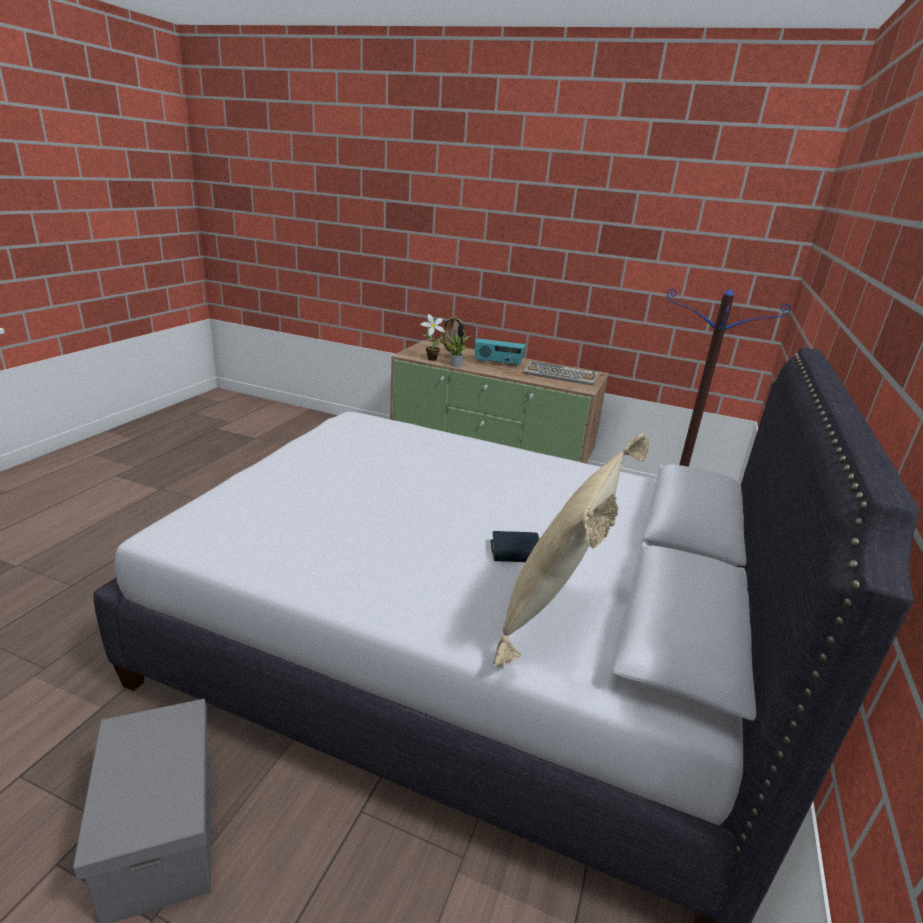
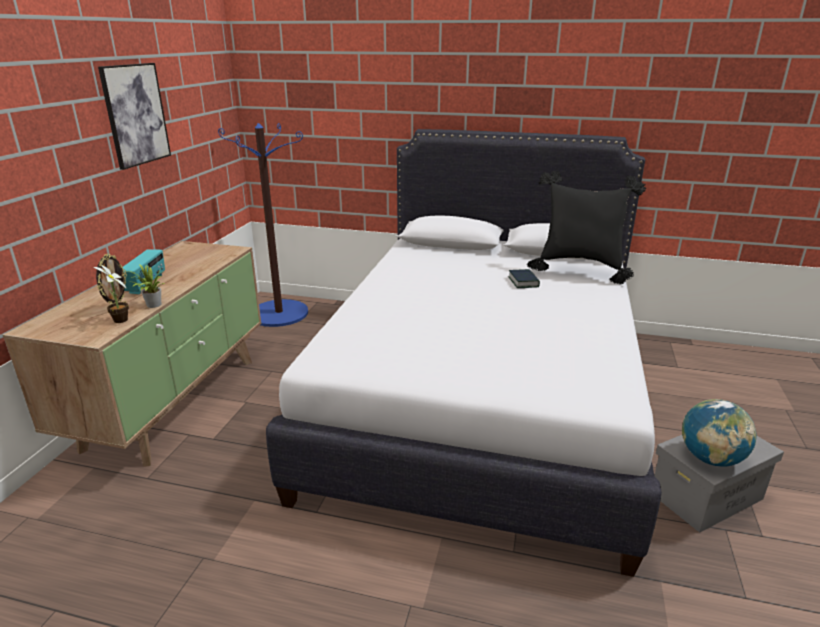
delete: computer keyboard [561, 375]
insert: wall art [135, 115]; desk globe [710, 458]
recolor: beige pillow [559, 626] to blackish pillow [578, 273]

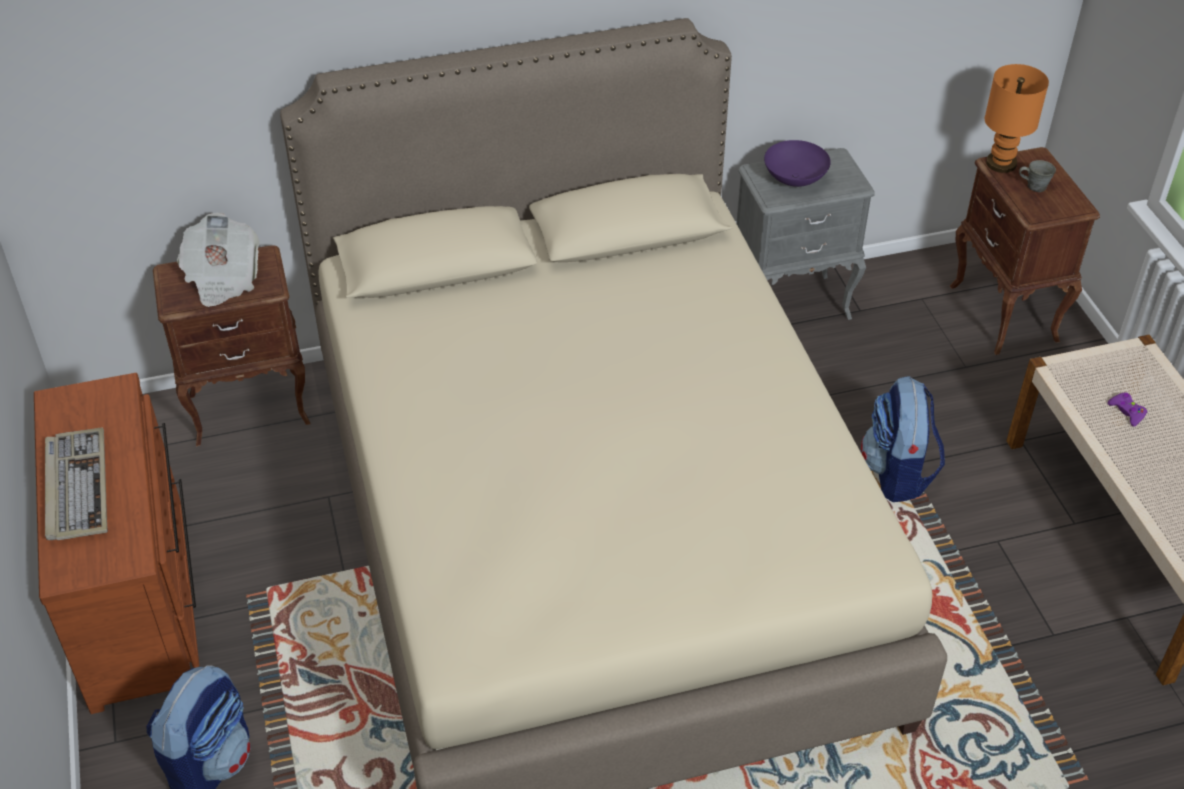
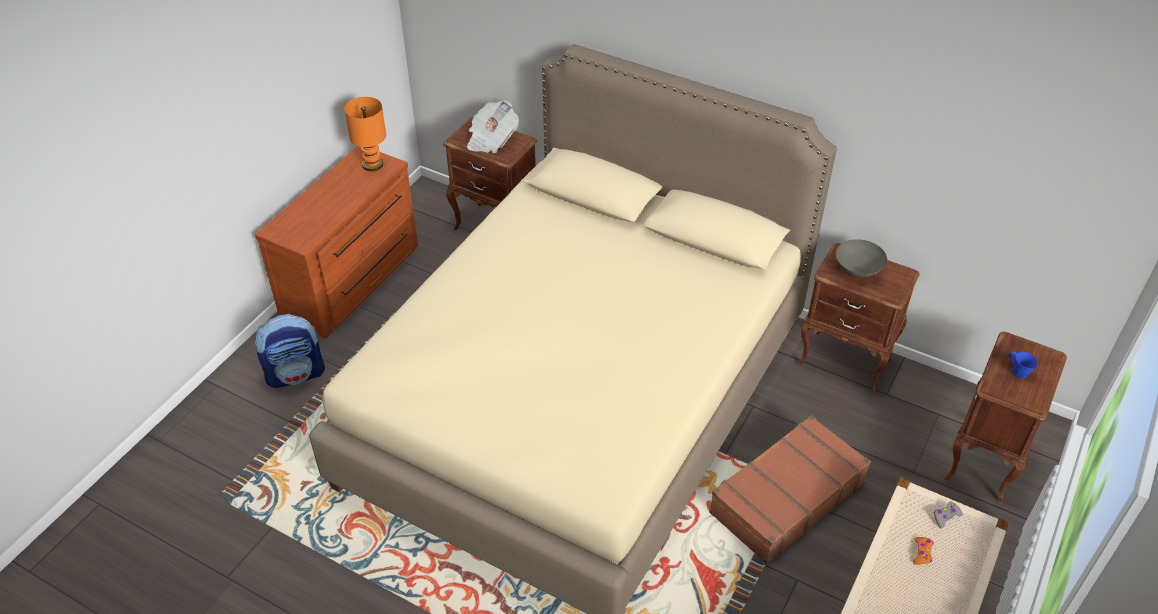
delete: computer keyboard [76, 487]
insert: gray joypad [945, 516]
move: orangey table lamp [1001, 164] to [372, 165]
replace: rucksack [897, 473] to brown-coloured suitcase [785, 497]
recolor: gray bedside table [790, 306] to brown-coloured bedside table [845, 362]; purplish serving bowl [794, 179] to gray serving bowl [857, 269]; gray mug [1035, 186] to blue-coloured mug [1019, 372]; purplish joypad [1127, 412] to orangey joypad [922, 553]

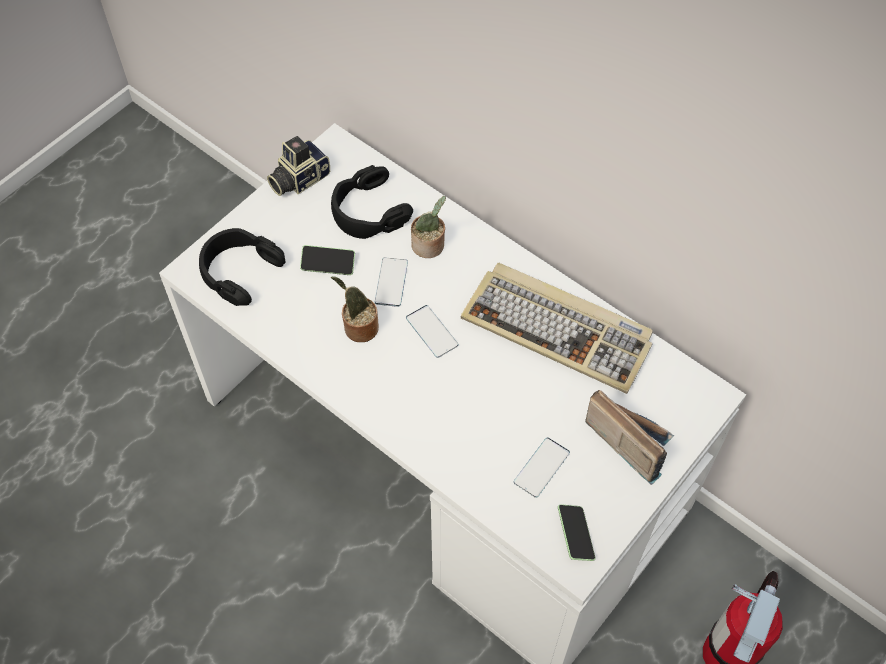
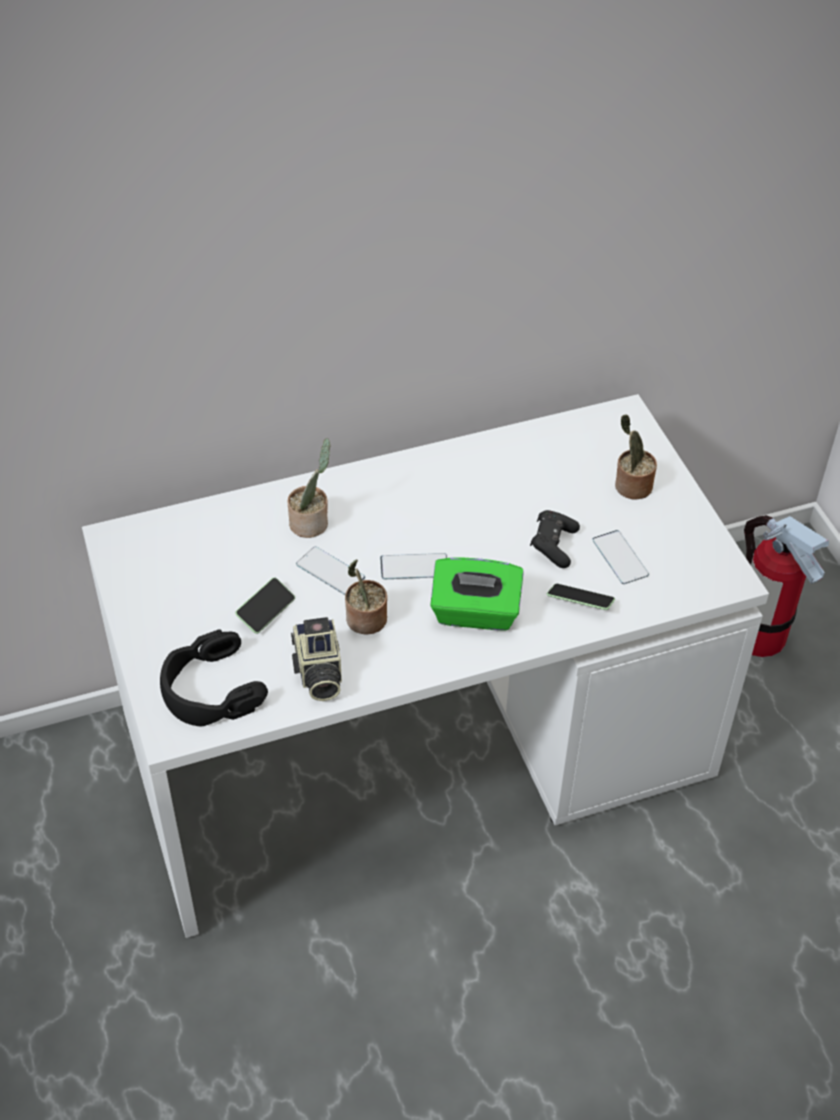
delete: blackish headset [368, 211]; computer keyboard [559, 329]
insert: greenish tissue box [475, 613]; blackish joypad [553, 545]
move: still camera [298, 179] to [317, 672]; handset [575, 535] to [580, 603]
replace: radio receiver [628, 439] to potted plant [630, 486]

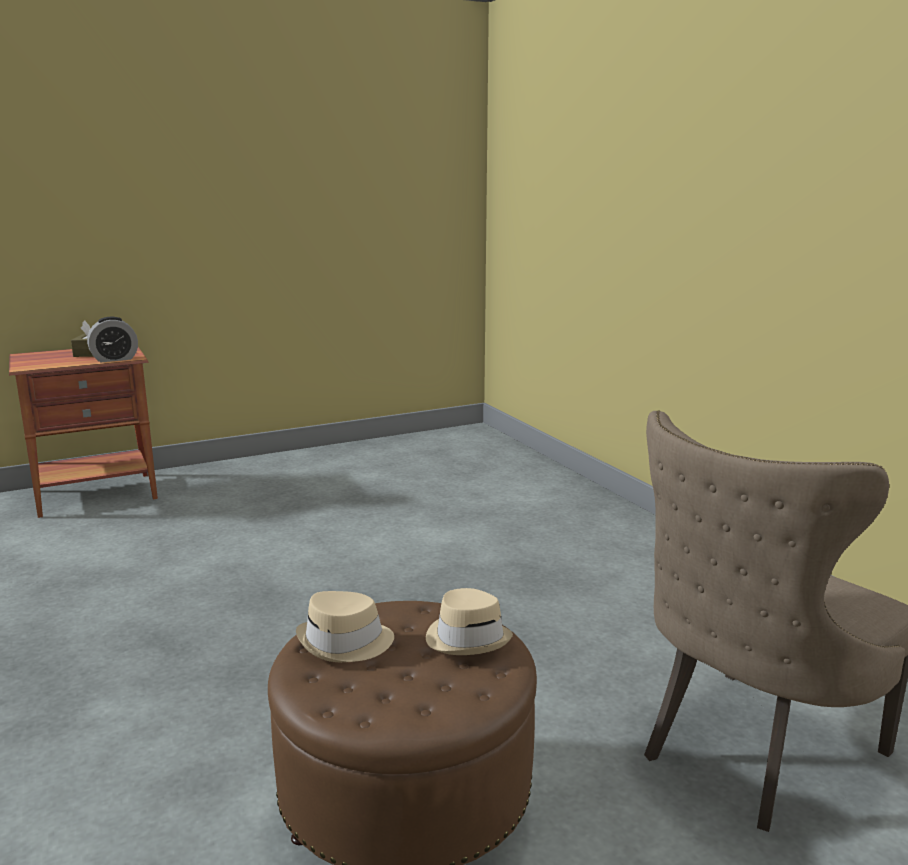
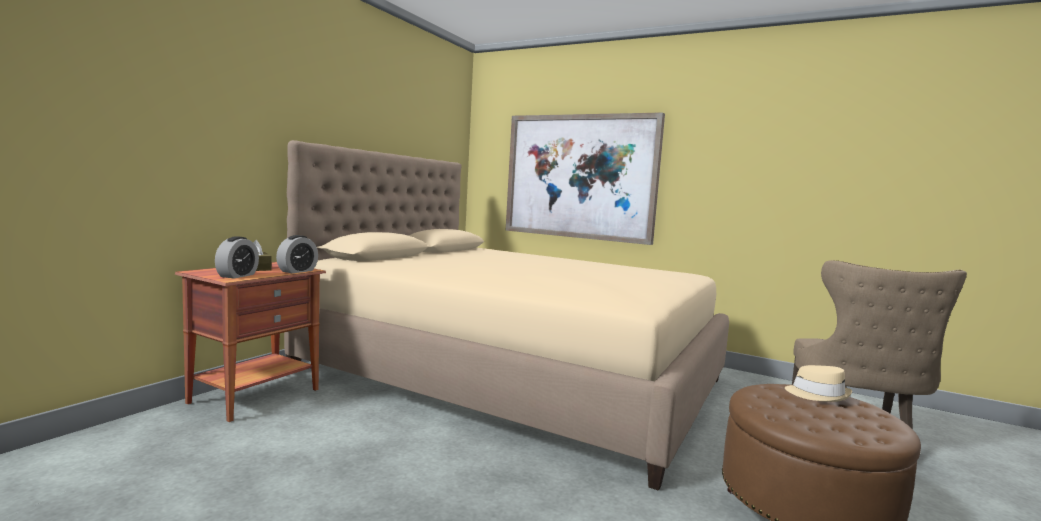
delete: beige clothing hat [345, 643]
insert: bedside clock [237, 275]; beige sleeping bed [512, 375]; wall art [580, 177]

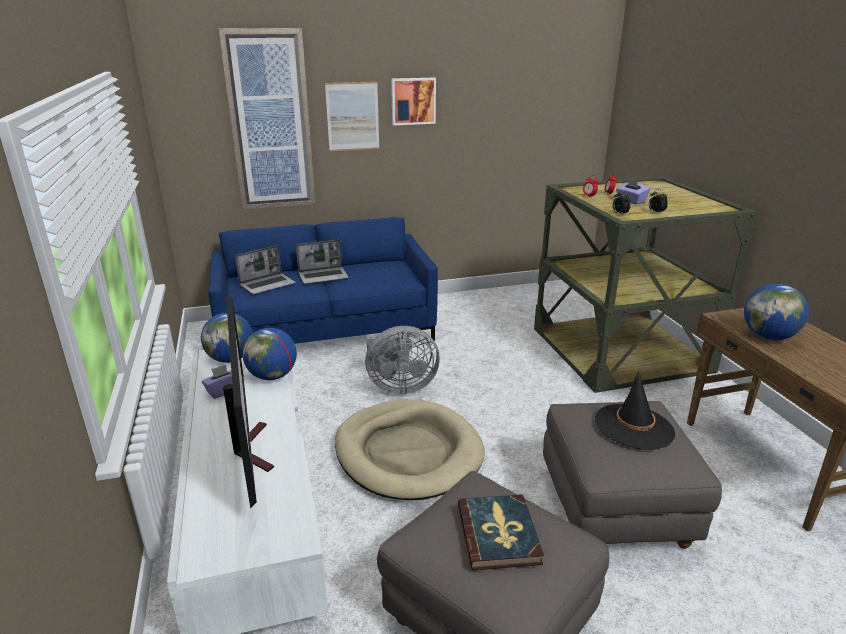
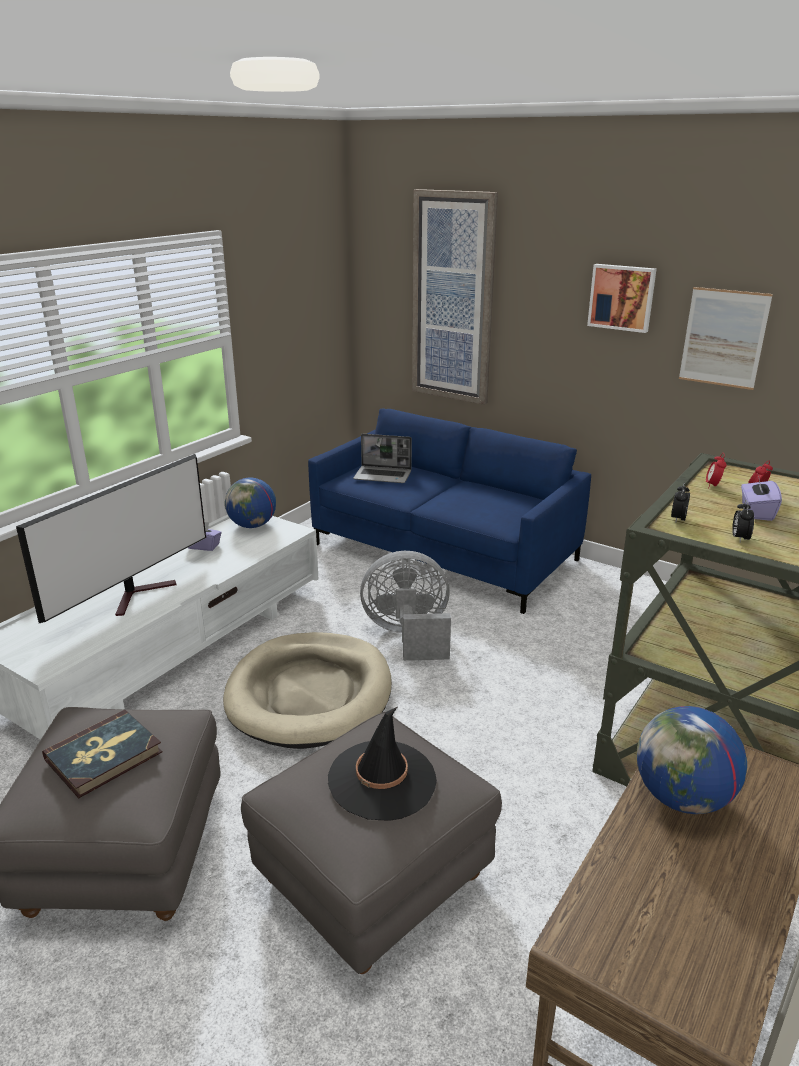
delete: desk globe [272, 376]; portable computer [324, 276]
move: wall art [352, 116] to [723, 338]
rotate: gray cooling fan [399, 386] = [408, 636] 135 degrees clockwise

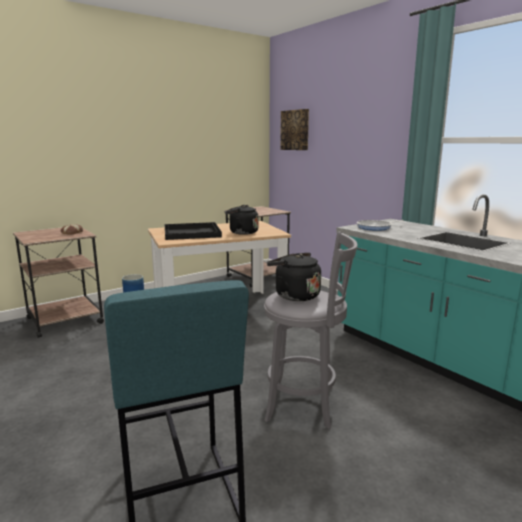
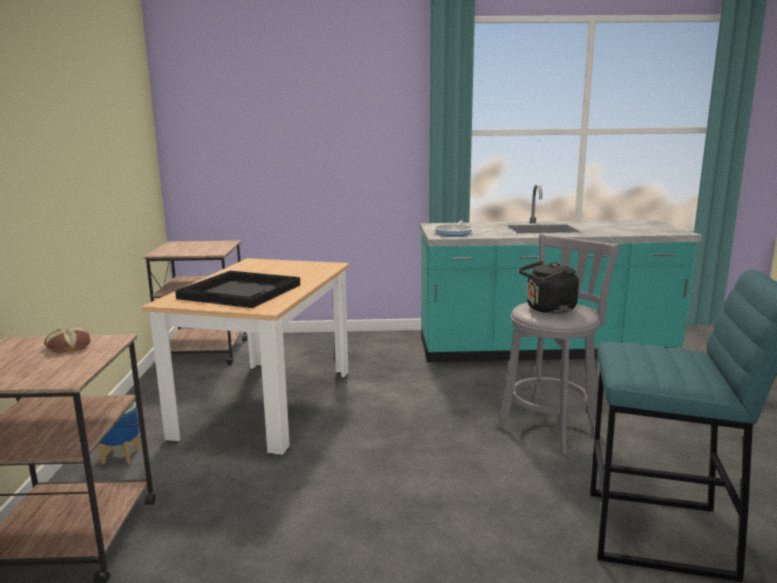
delete: blackish kettle [241, 232]; wall art [295, 130]

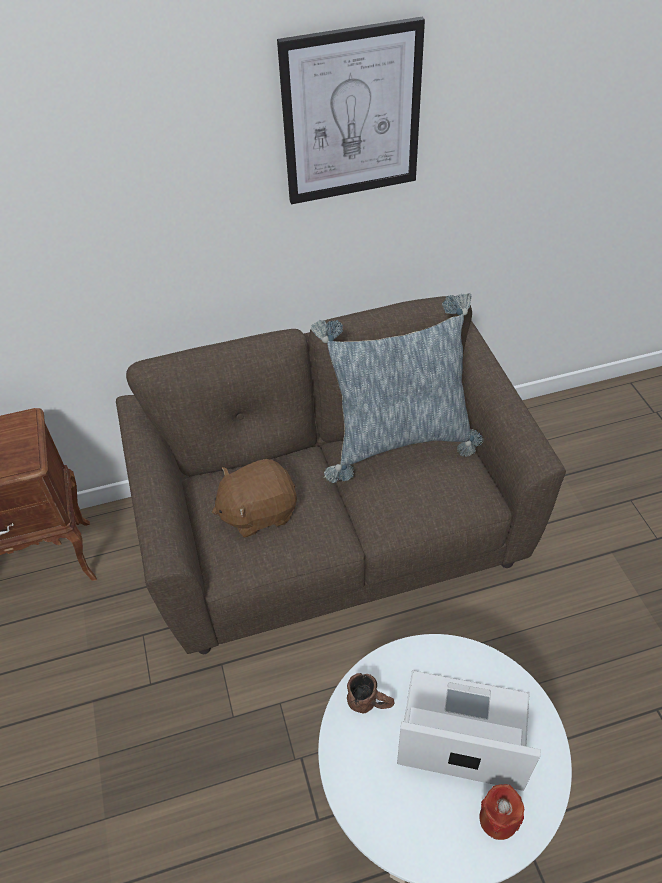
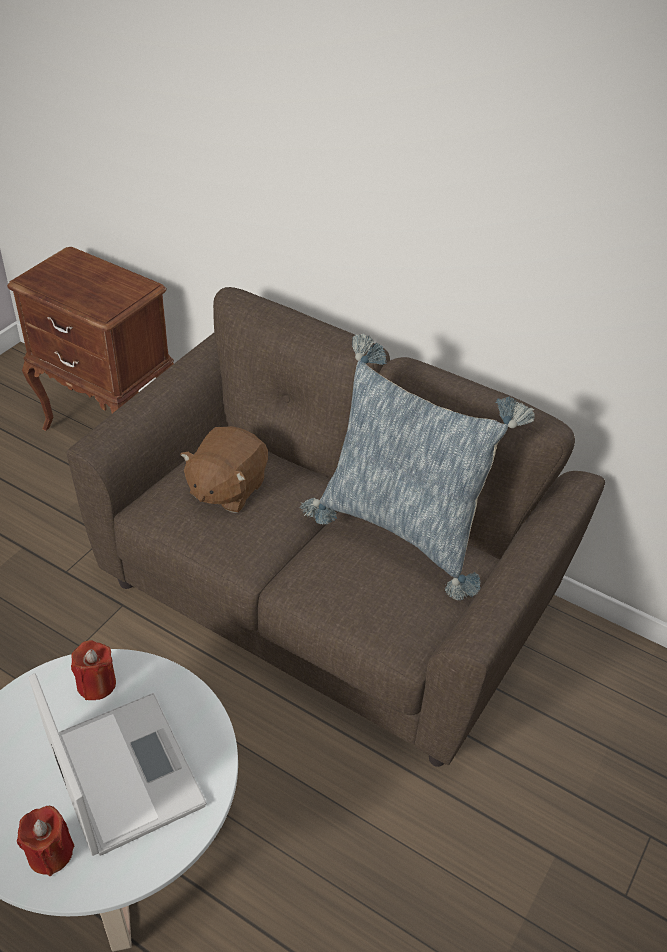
delete: wall art [351, 114]
replace: brown-coloured mug [370, 703] to red wax light [96, 684]
rotate: brown-coloured soft toy [258, 512] = [226, 489] 90 degrees counterclockwise

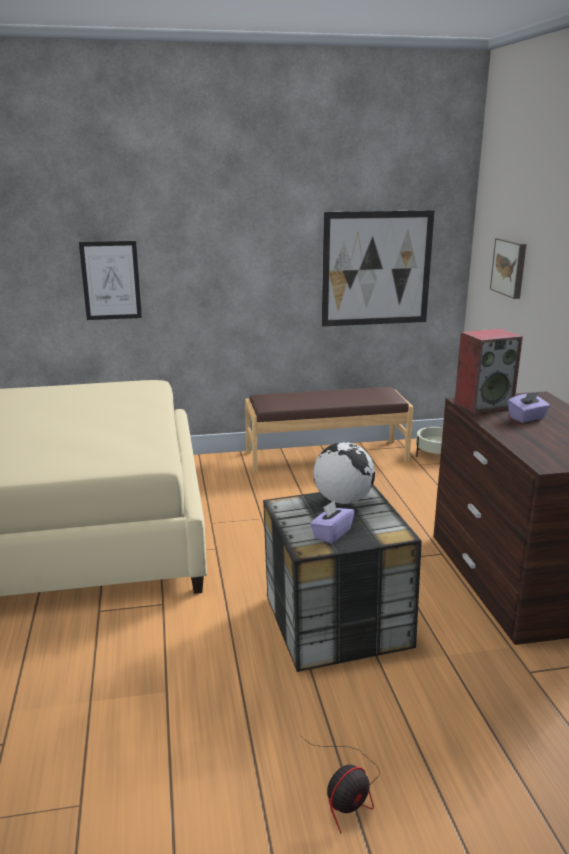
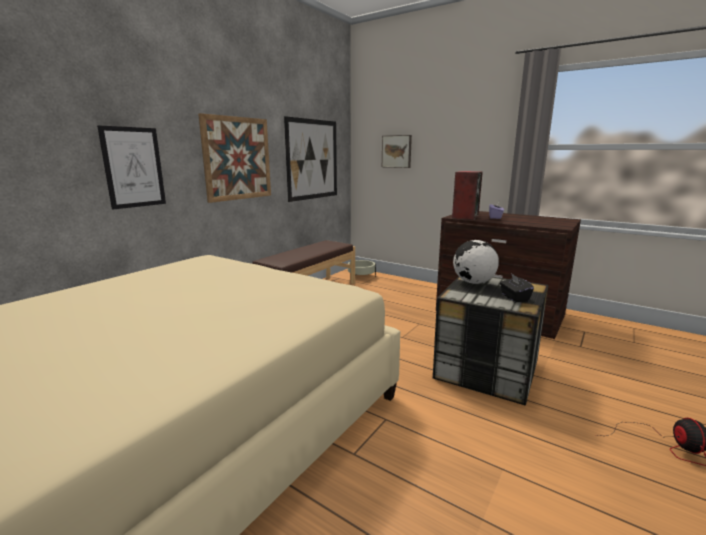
insert: wall art [237, 158]
recolor: purplish tissue box [331, 534] to blackish tissue box [514, 297]

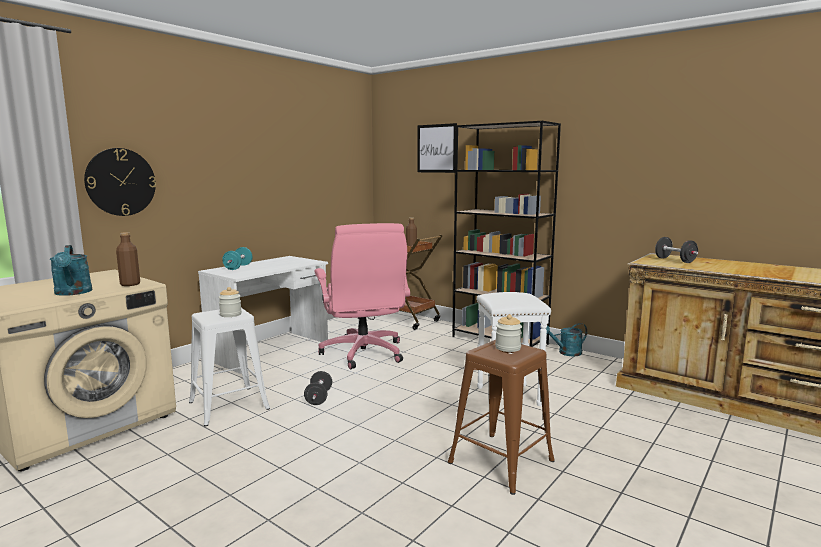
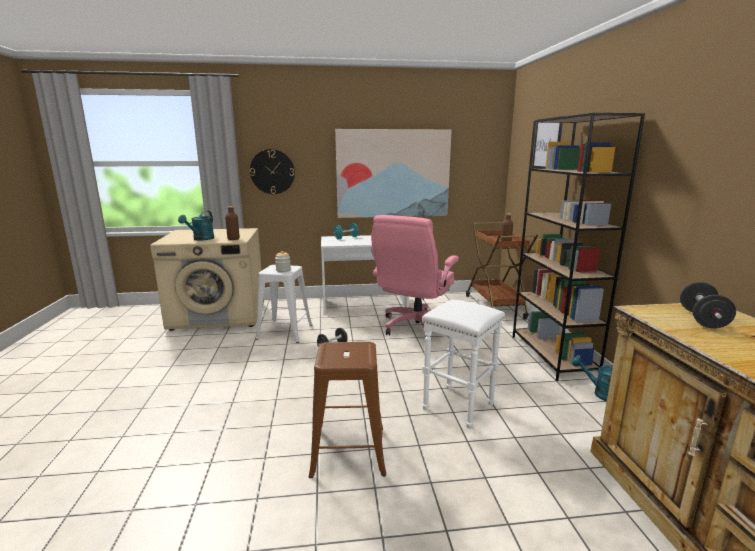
delete: storage jar [508, 348]
insert: wall art [393, 174]

